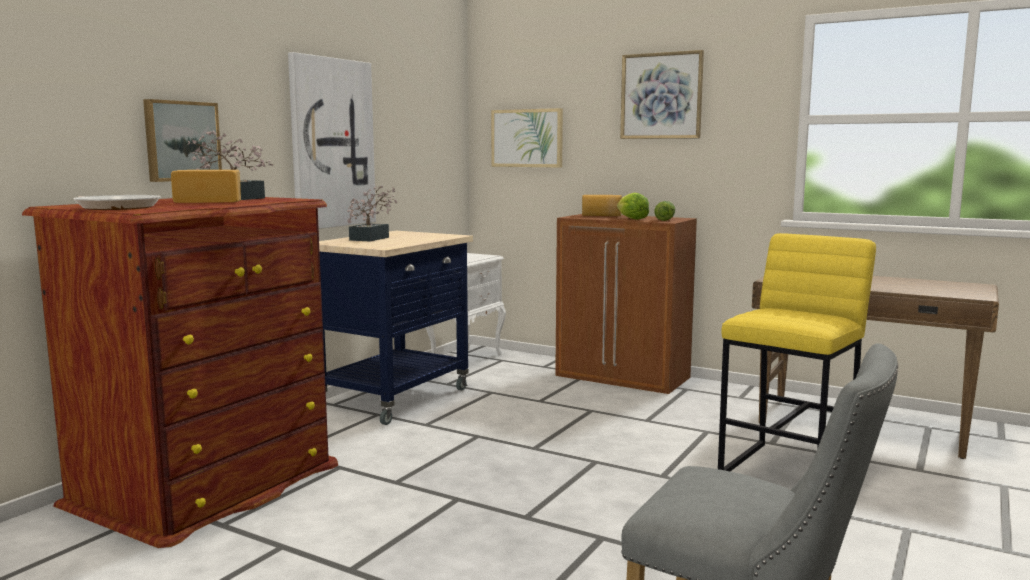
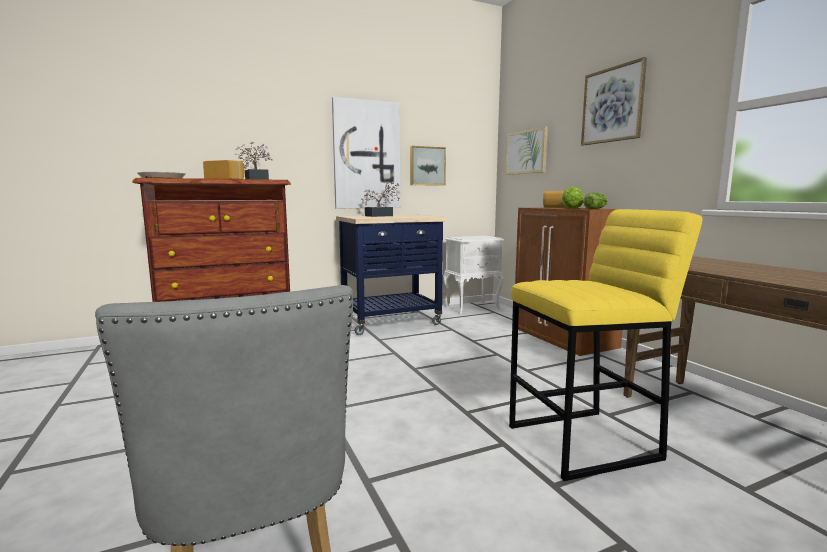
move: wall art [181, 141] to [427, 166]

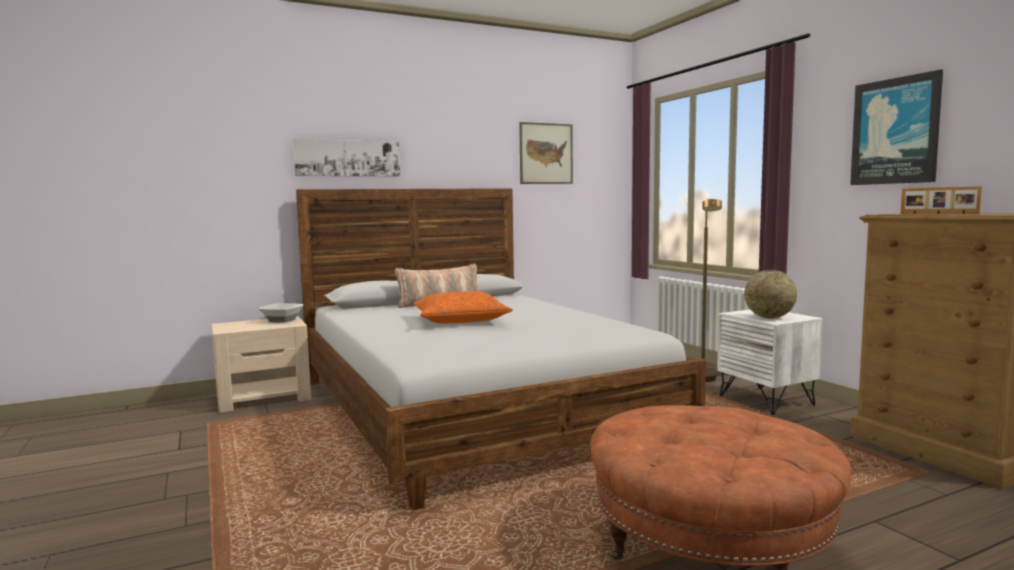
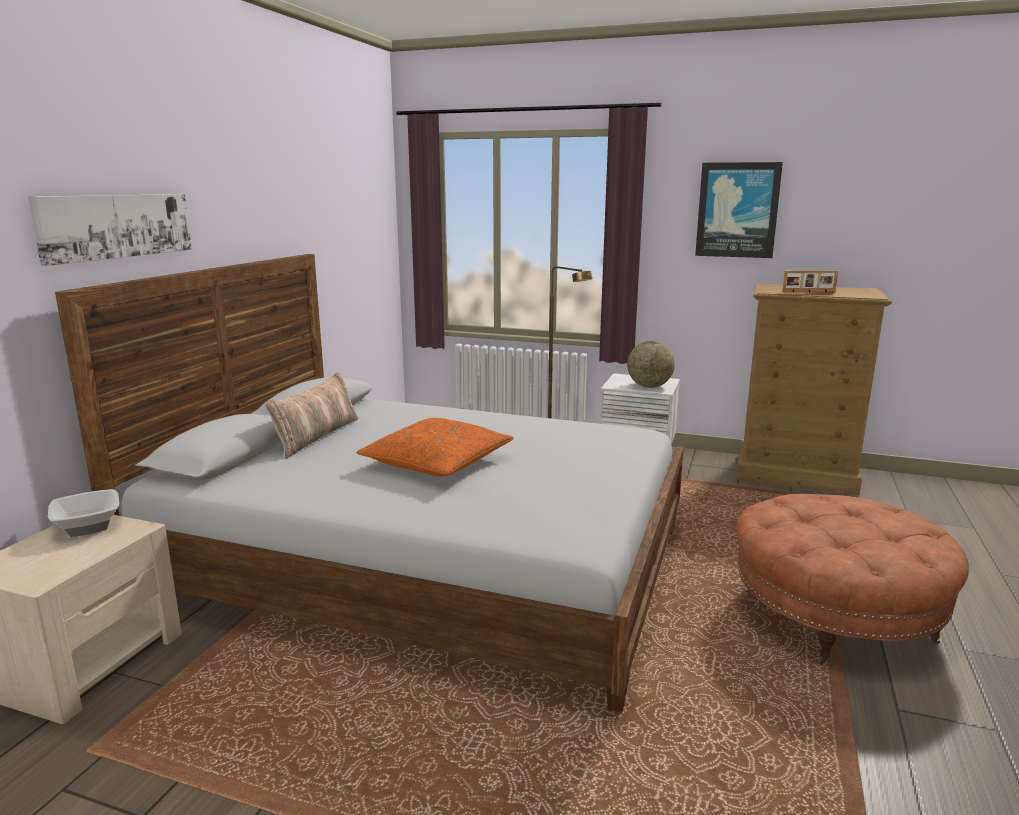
delete: wall art [546, 153]

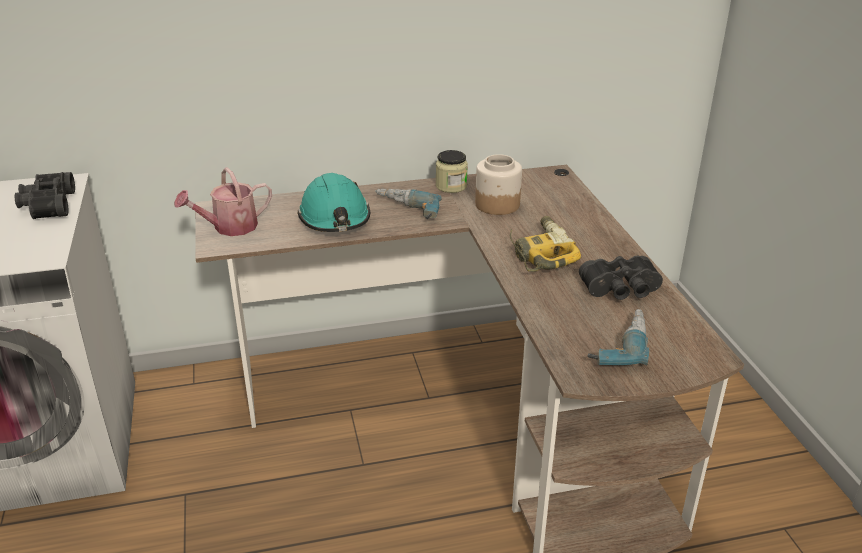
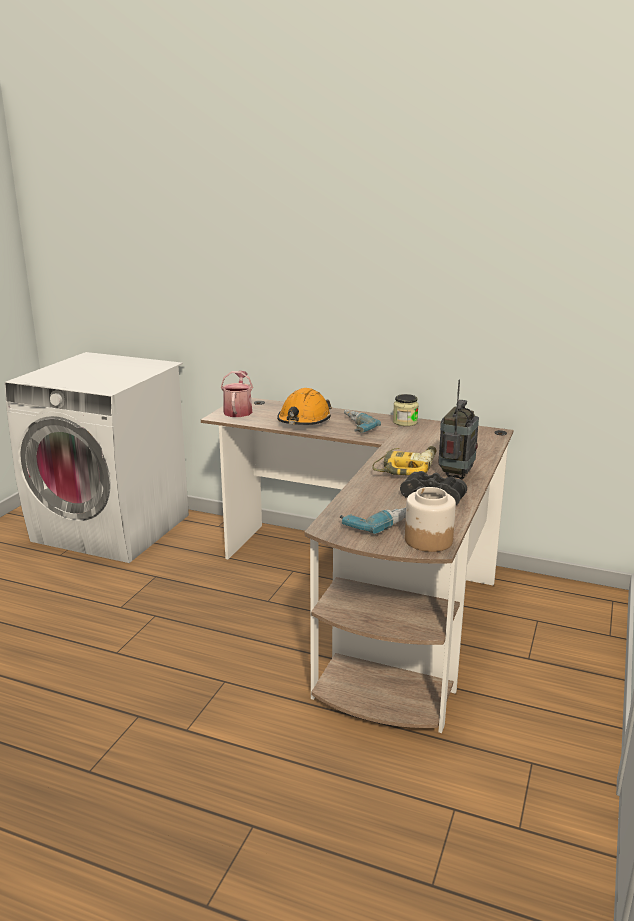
delete: blackish field glasses [47, 205]
insert: radio receiver [456, 474]
move: storage jar [496, 204] to [428, 540]
recolor: turquoise work helmet [335, 218] to orangey work helmet [304, 420]
rotate: watering pot [229, 227] = [238, 411] 90 degrees clockwise

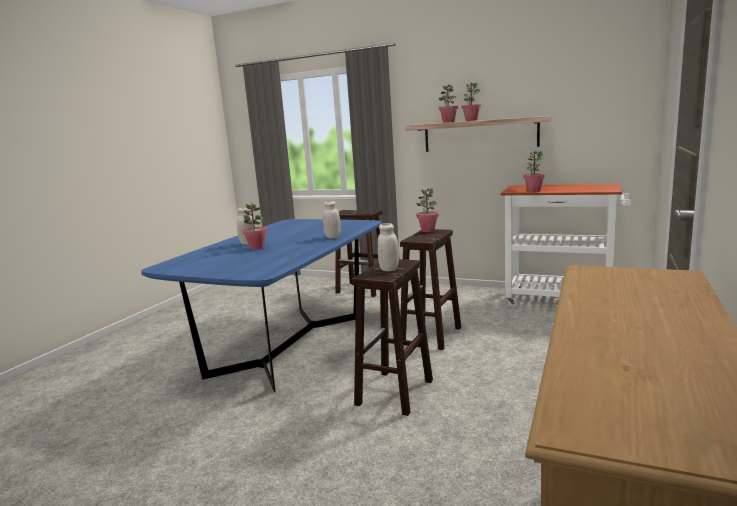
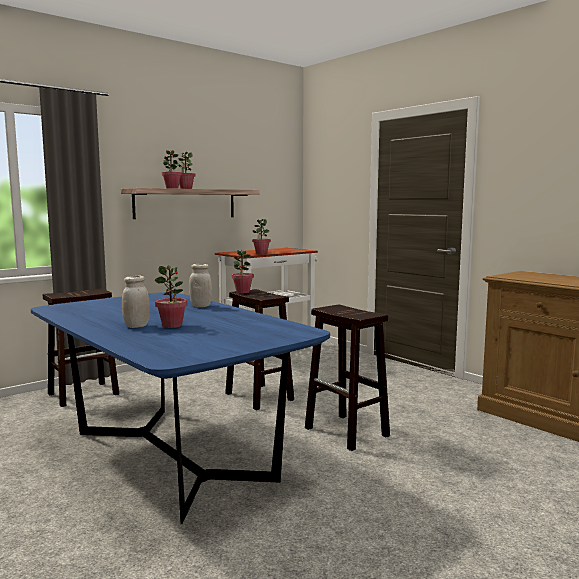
delete: white storage jar [389, 269]

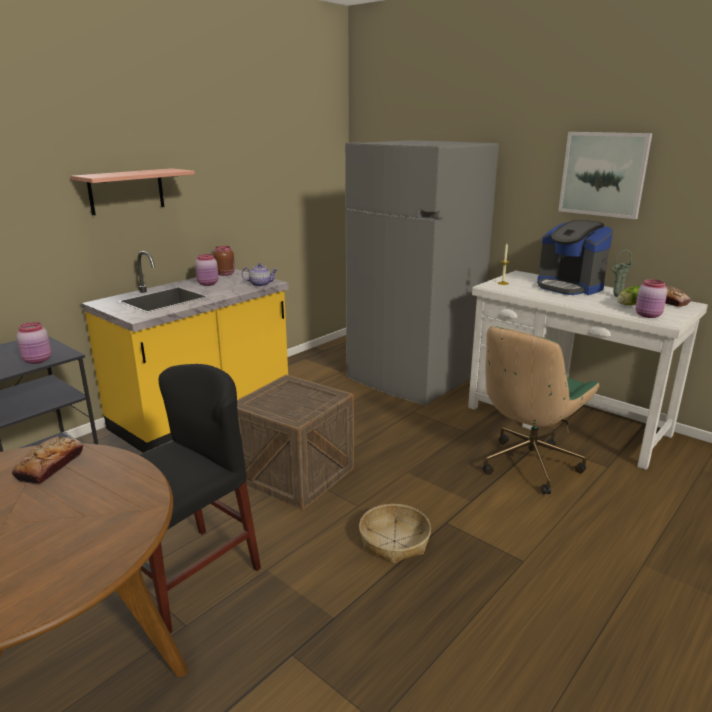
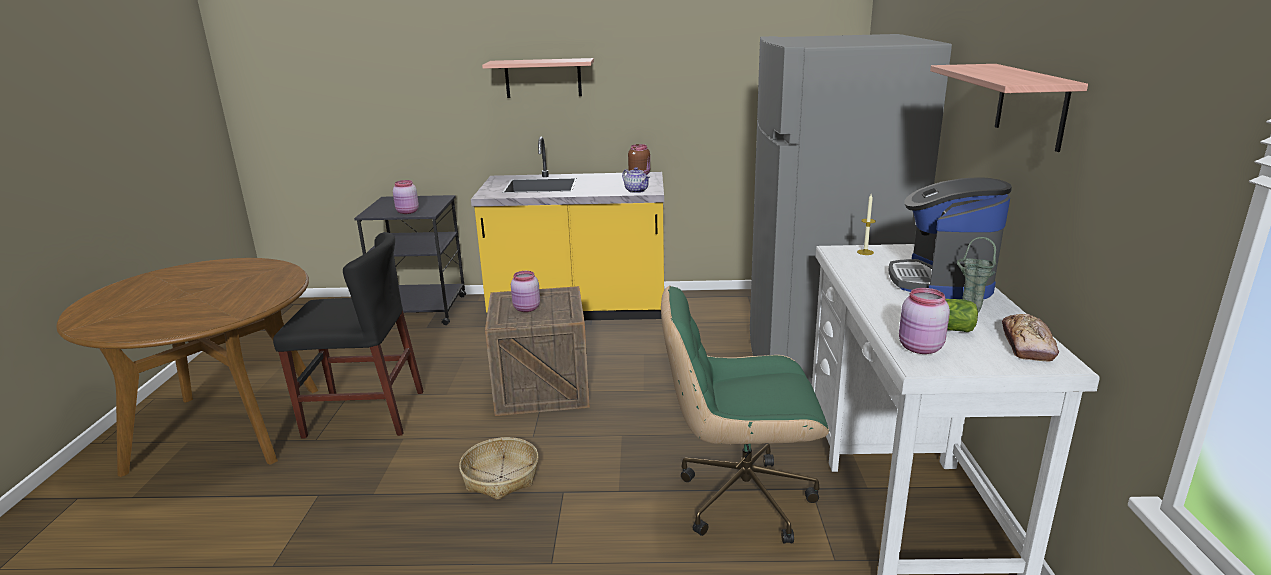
delete: baked bread [50, 466]
move: pink storage jar [208, 284] to [527, 309]
replace: wall art [603, 174] to wall shelf [1031, 105]

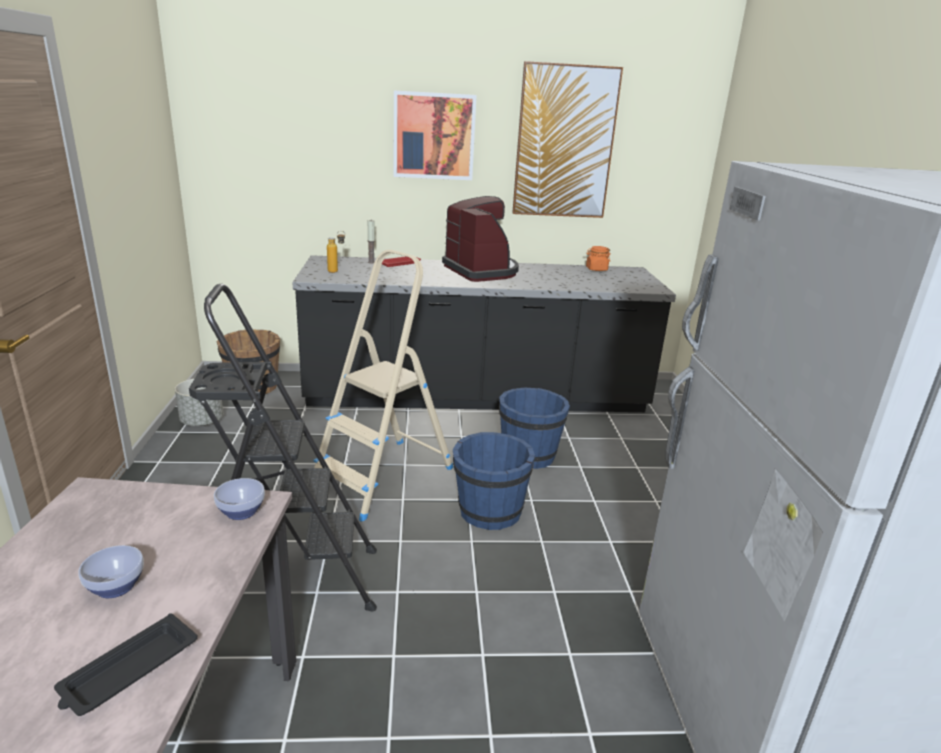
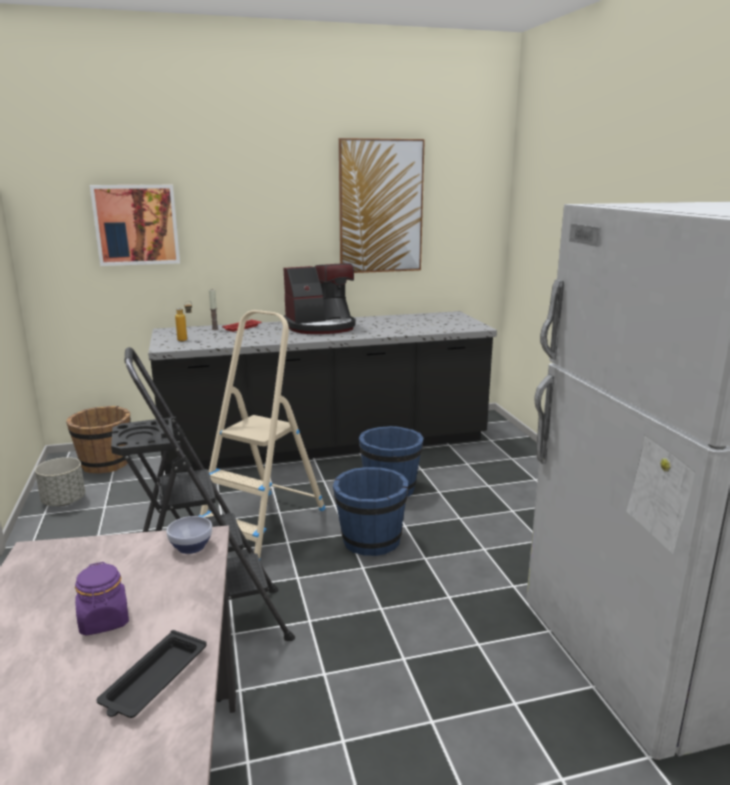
delete: orangey storage jar [596, 269]
move: wall art [434, 136] to [136, 225]
replace: serving bowl [115, 586] to purplish storage jar [104, 620]
rotate: coffee maker [481, 271] = [321, 327] 105 degrees clockwise

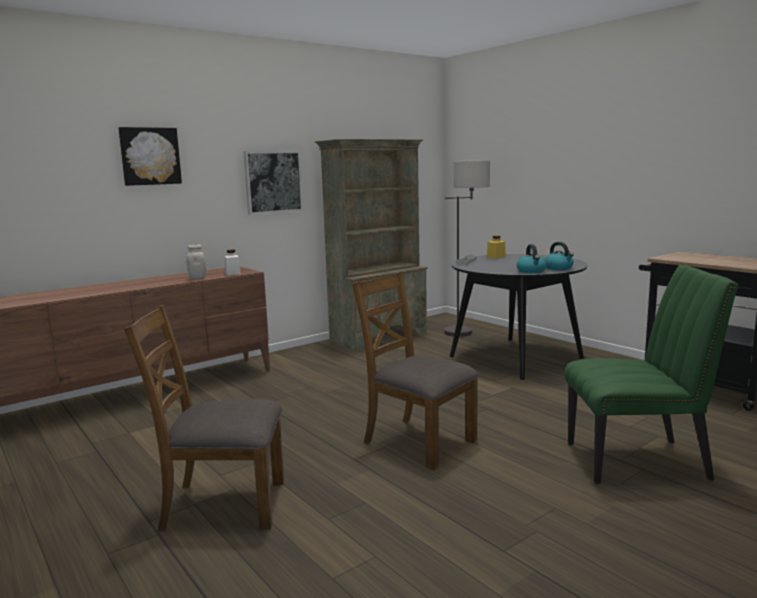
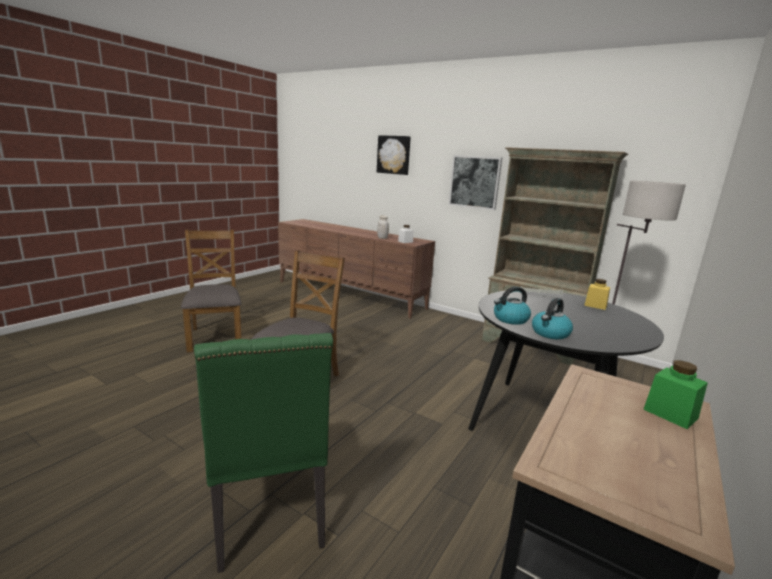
insert: greenish storage jar [670, 414]

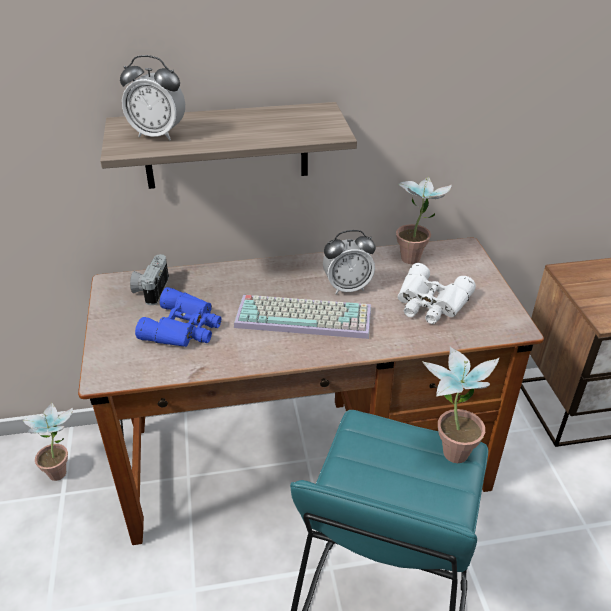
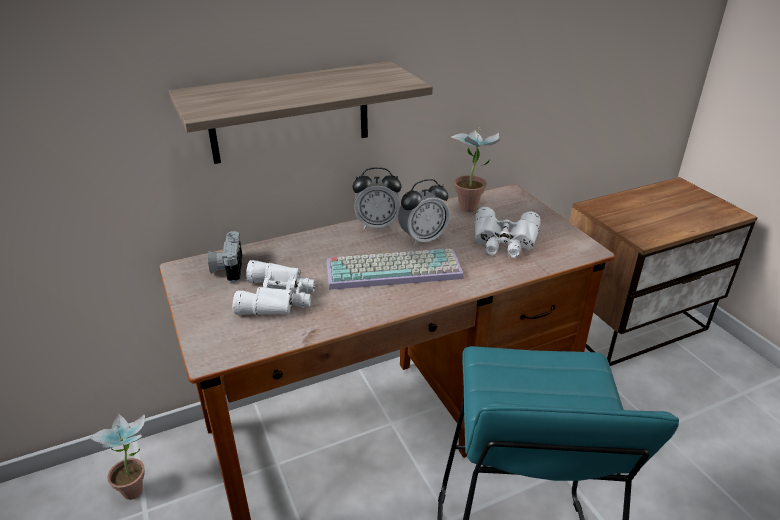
delete: potted plant [450, 446]
move: bedside clock [158, 135] to [377, 225]
recolor: blue-coloured field glasses [184, 327] to white field glasses [278, 297]

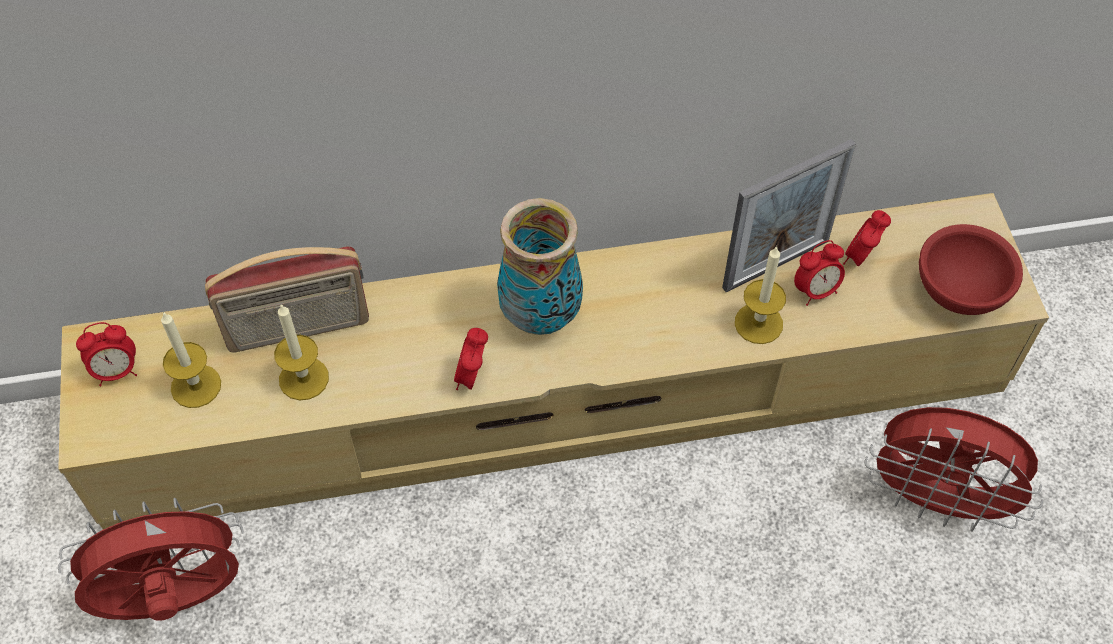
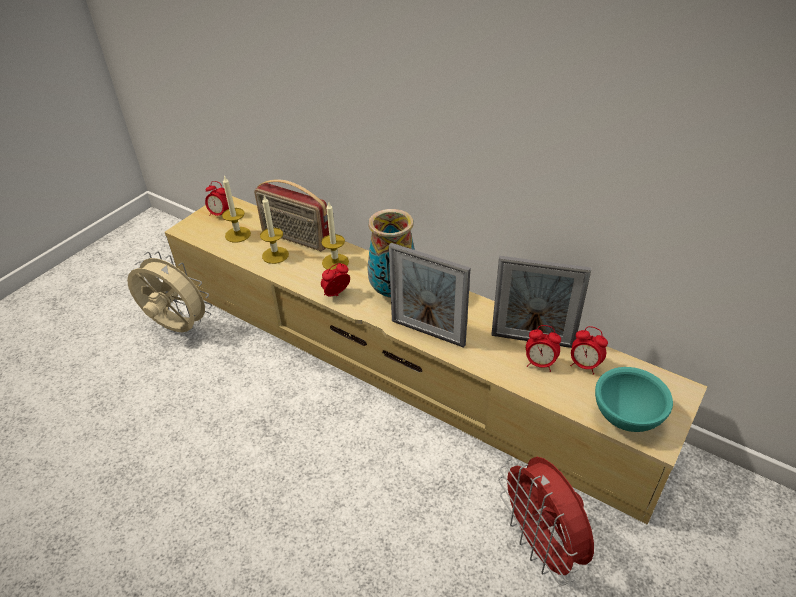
insert: standing frame [427, 333]
move: wax light [758, 323] to [335, 262]
recolor: red cooling fan [175, 601] to beige cooling fan [176, 328]; red serving bowl [958, 291] to turquoise serving bowl [626, 415]
rotate: bedside clock [860, 257] = [584, 365] 135 degrees counterclockwise

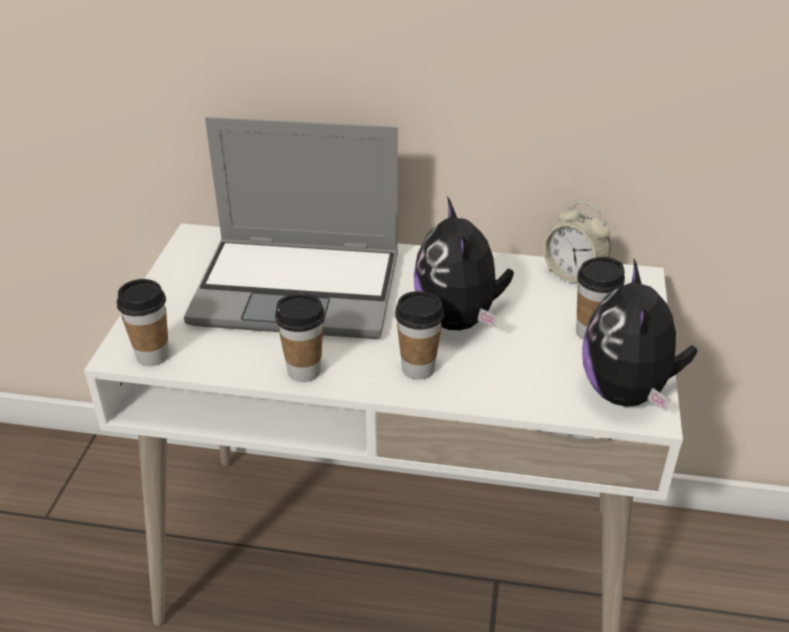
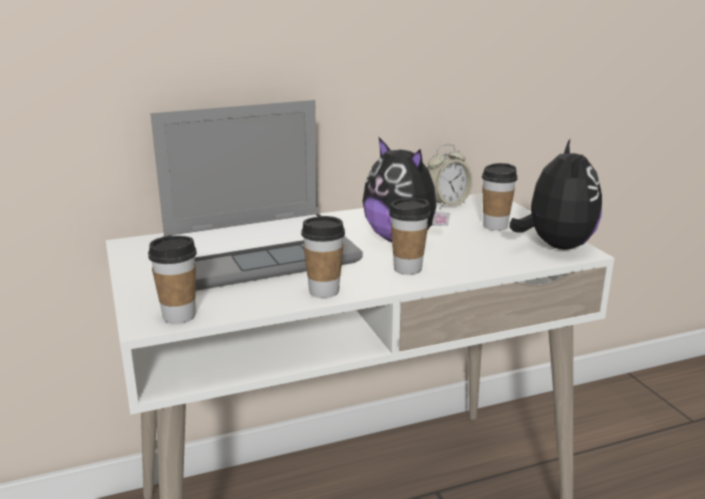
rotate: bedside clock [572, 274] = [446, 204] 45 degrees counterclockwise; soft toy [627, 392] = [555, 246] 150 degrees counterclockwise

